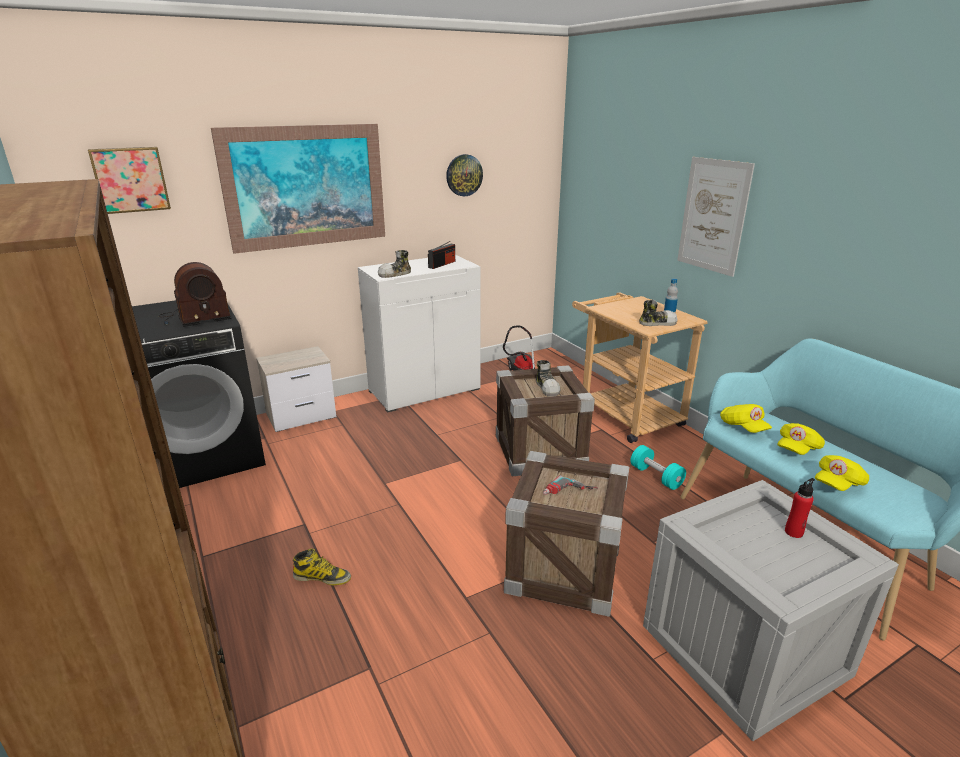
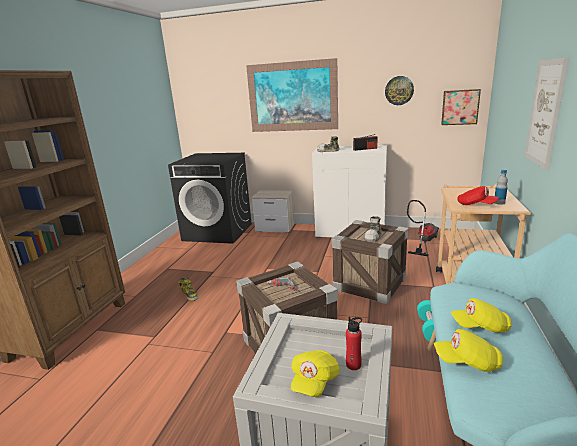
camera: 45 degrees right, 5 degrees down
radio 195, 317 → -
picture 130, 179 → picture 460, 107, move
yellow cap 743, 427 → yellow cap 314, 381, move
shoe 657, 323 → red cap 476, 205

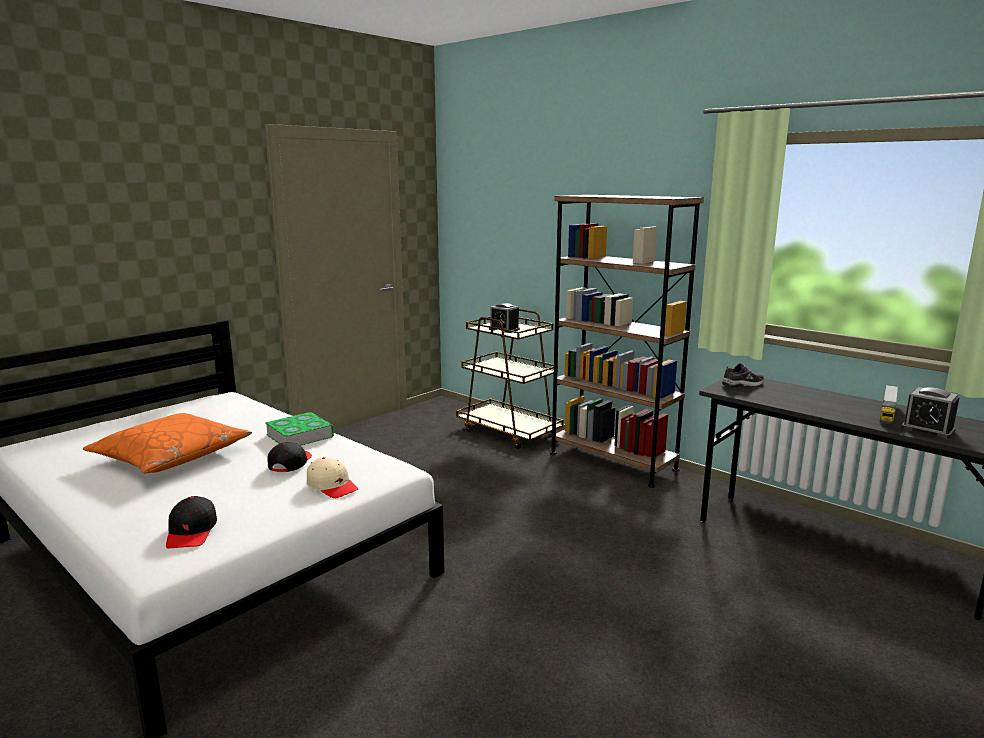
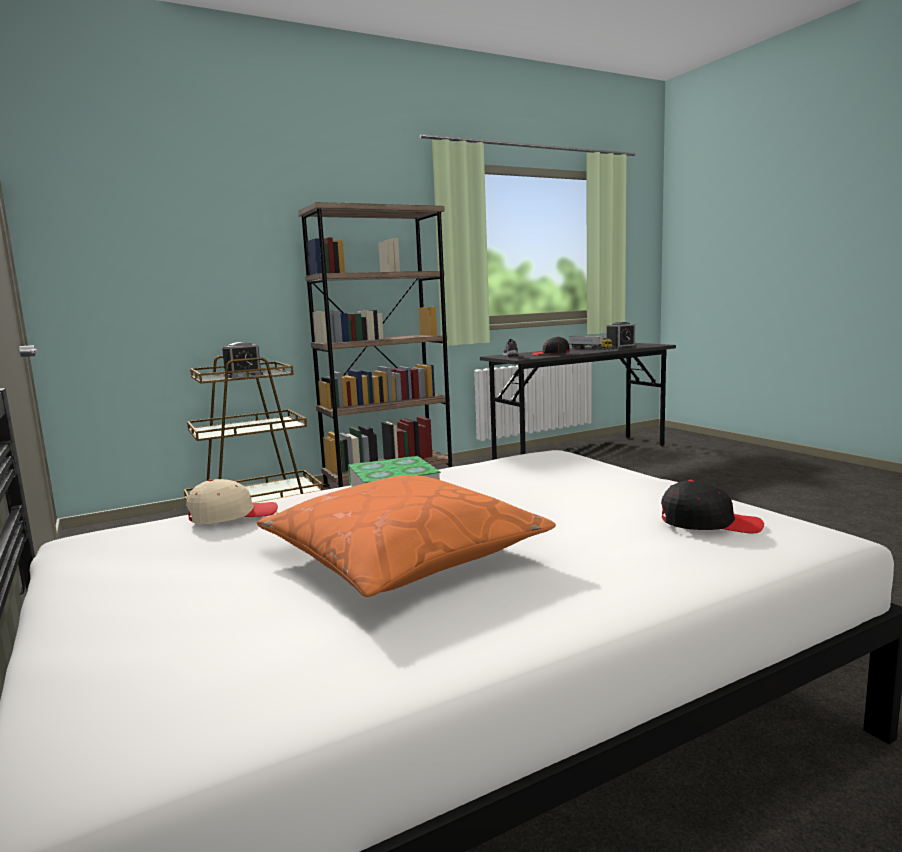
camera: 70 degrees left, 5 degrees down
black cap 290, 463 → black cap 551, 354, move
beige cap 332, 486 → beige cap 232, 515, move

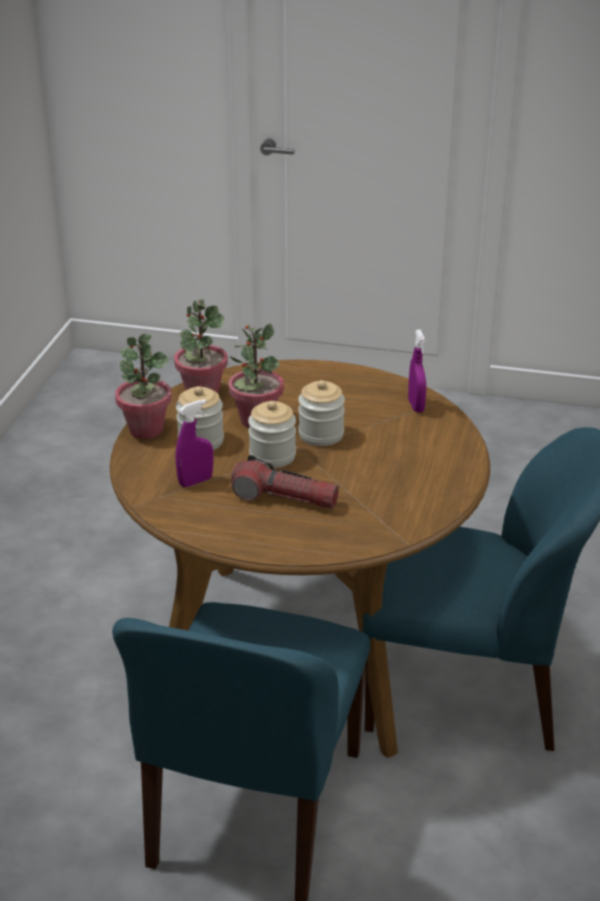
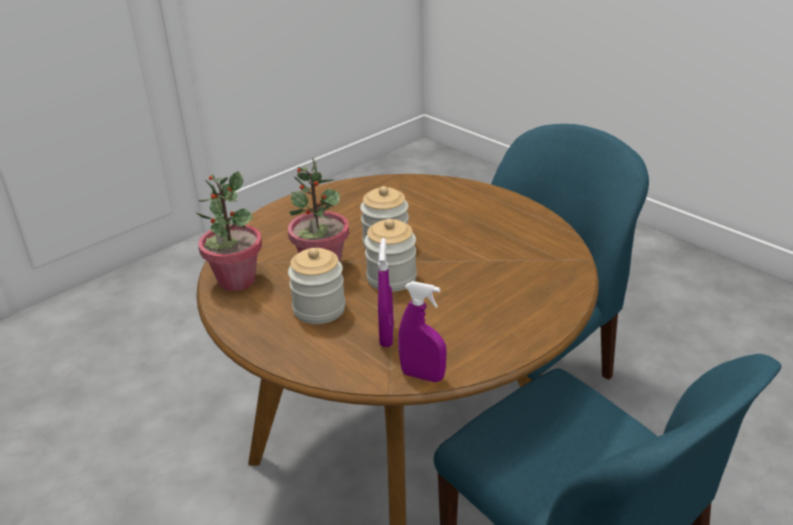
camera: 55 degrees left, 0 degrees up
potted plant 146, 430 → -
flashlight 284, 498 → -
purple spray bottle 416, 406 → purple spray bottle 422, 376, move

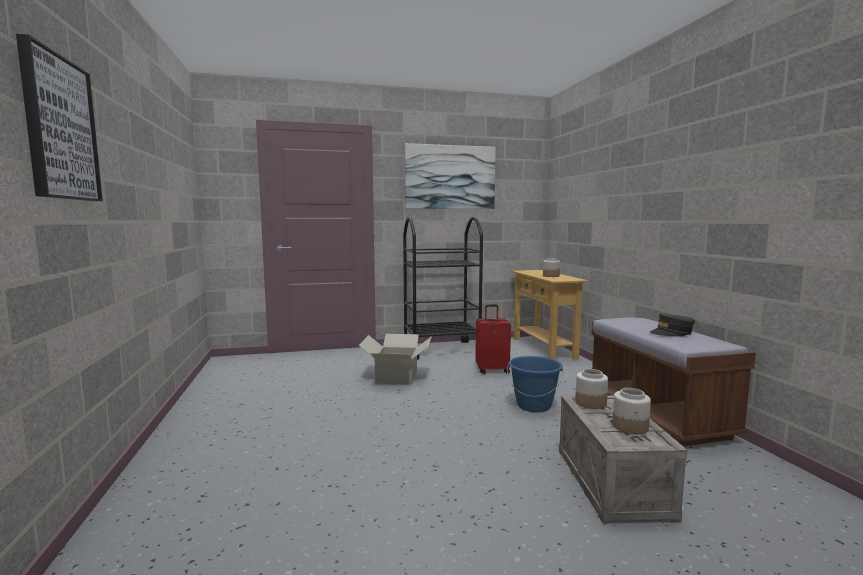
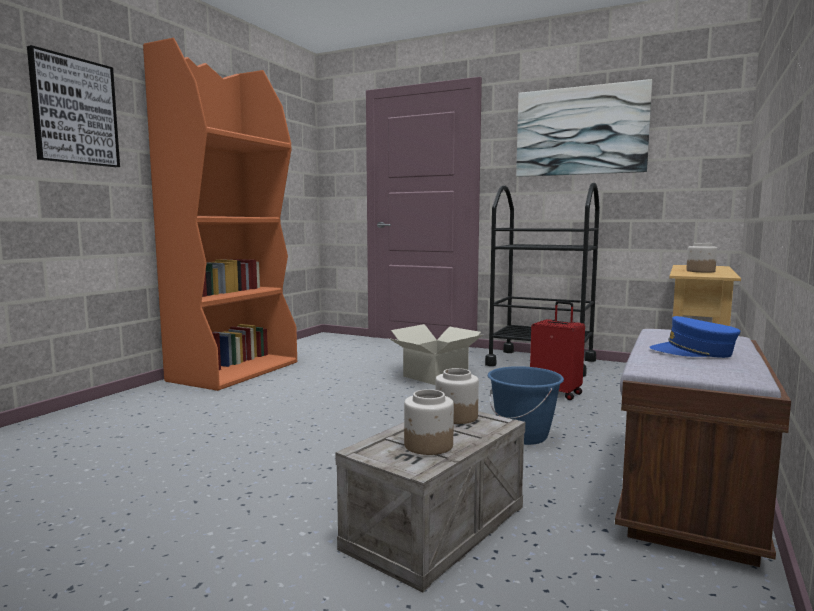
camera: 40 degrees right, 0 degrees up
- → orange bookcase 235, 371
grey cap 671, 333 → blue cap 694, 352

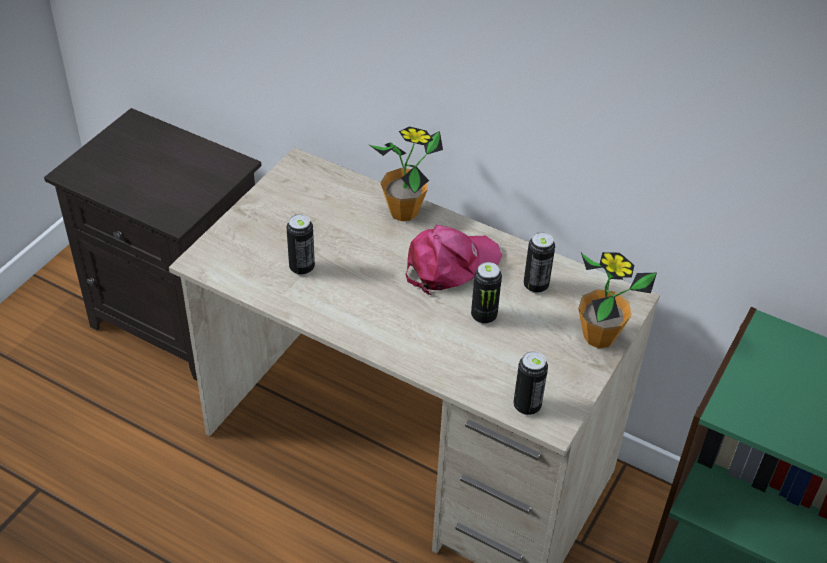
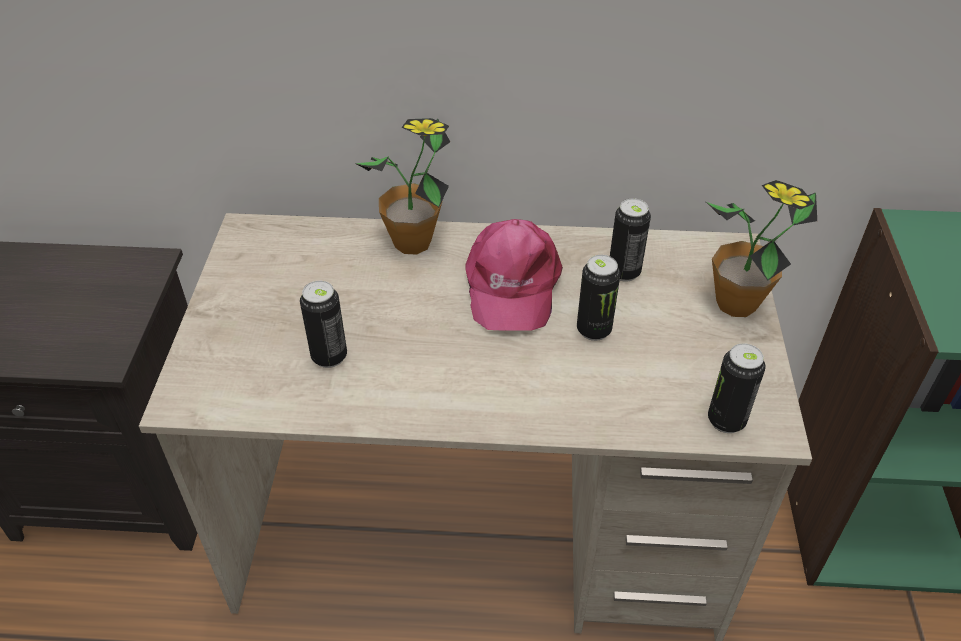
camera: 25 degrees left, 0 degrees up
pink cap 450, 265 → pink cap 511, 285, 150 degrees clockwise

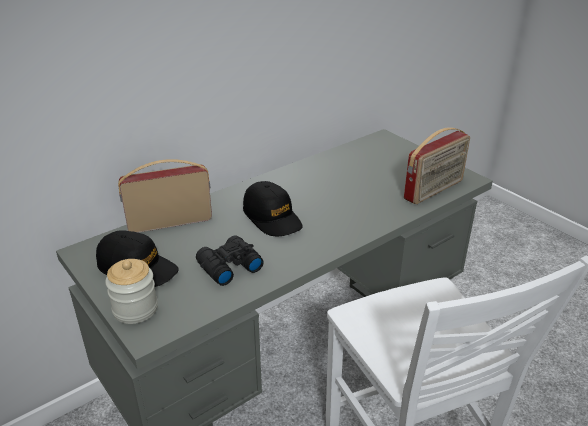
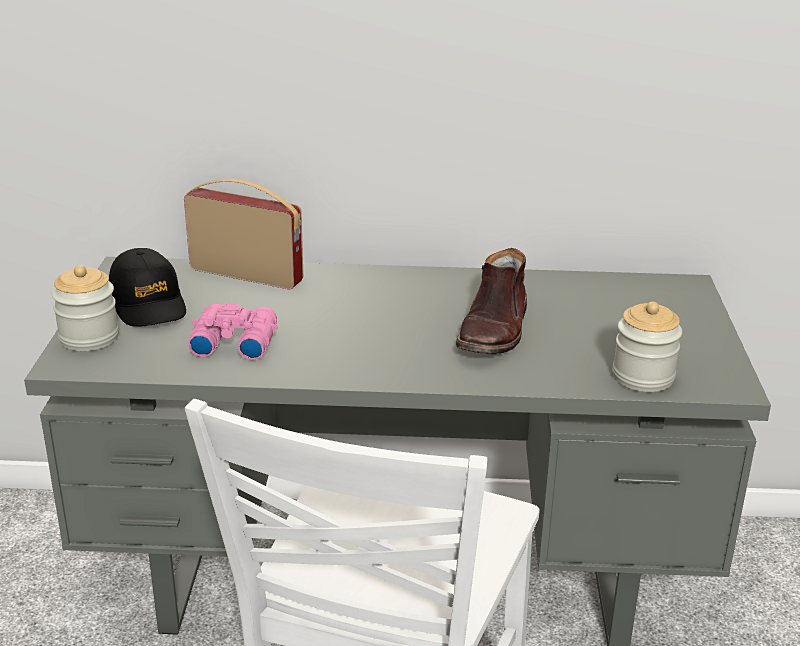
camera: 40 degrees right, 5 degrees down
black cap 272, 217 → -
- → brown boot 495, 330
radio 434, 190 → jar 643, 377
black binoculars 228, 267 → pink binoculars 233, 342

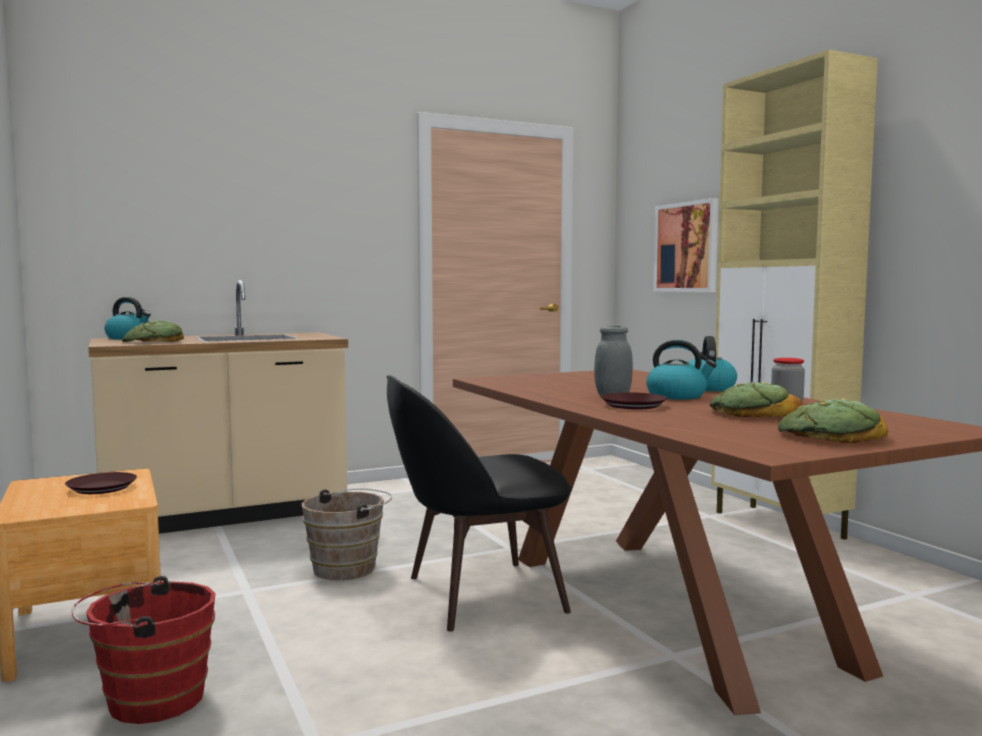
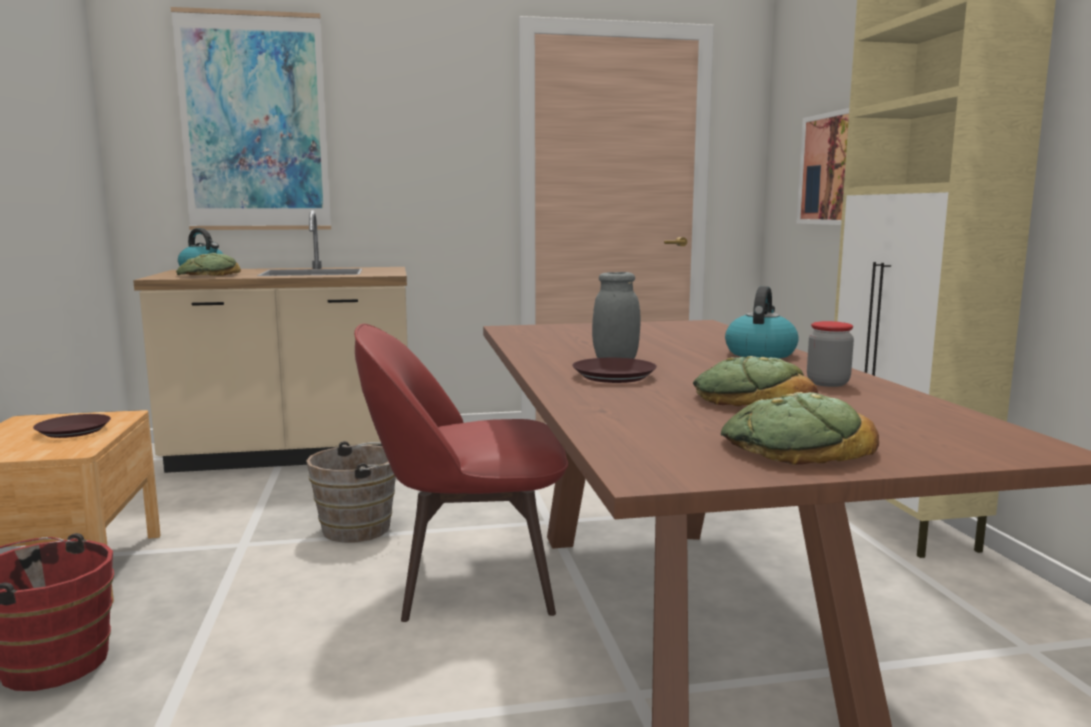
camera: 15 degrees right, 5 degrees up
kettle 677, 396 → -
- → picture 255, 123
black chair 478, 595 → red chair 469, 578

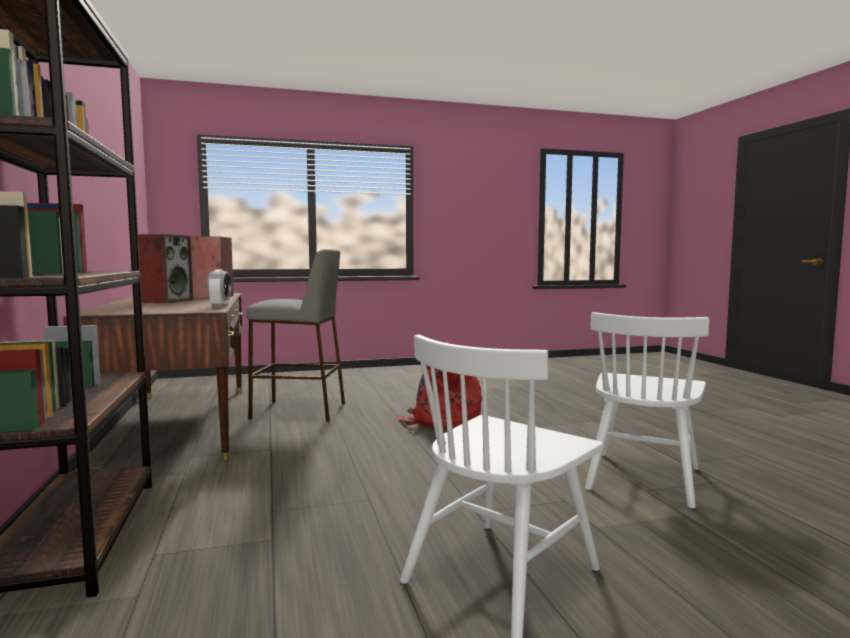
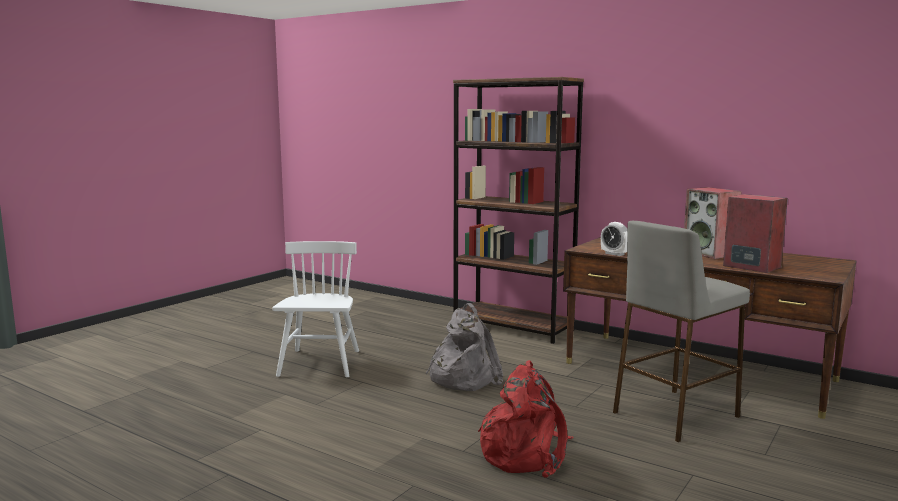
camera: 140 degrees right, 5 degrees up
white chair 643, 478 → -
- → grey backpack 463, 378

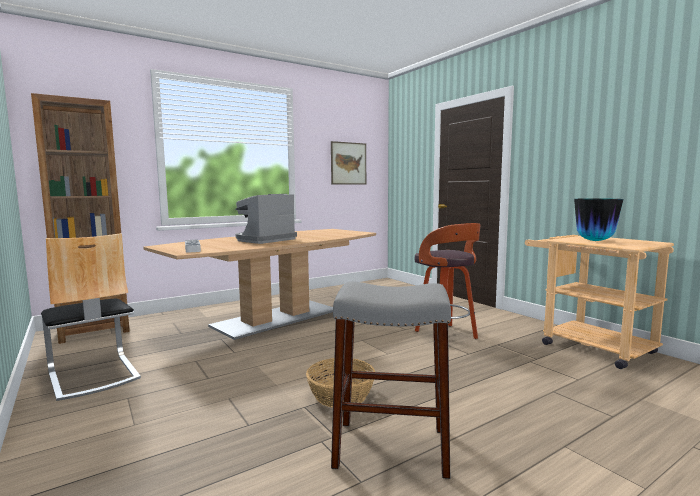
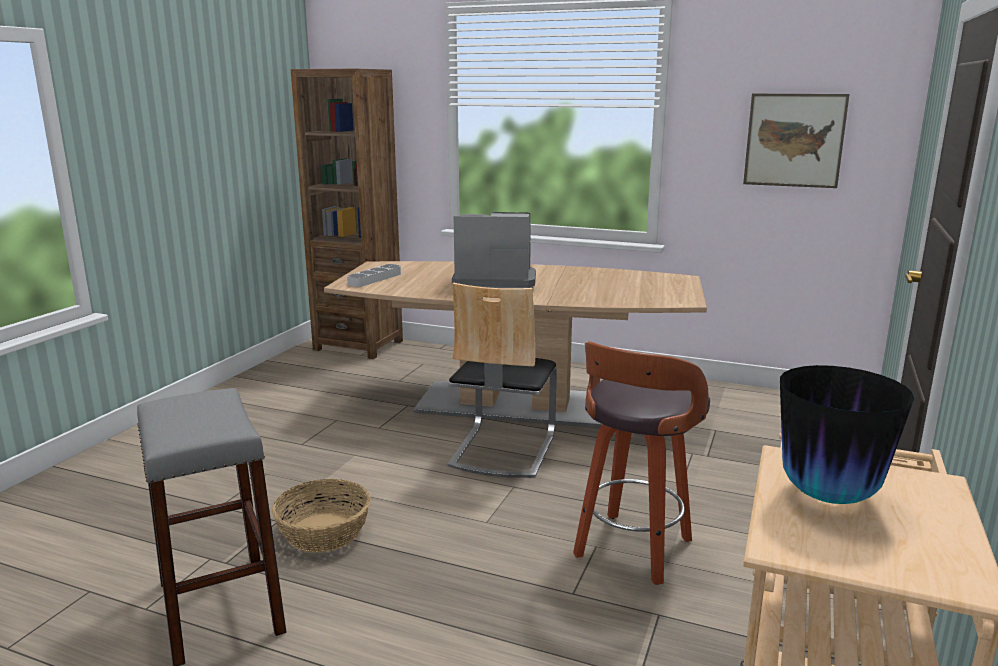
camera: 55 degrees right, 10 degrees up
chair 93, 375 → chair 502, 449, move

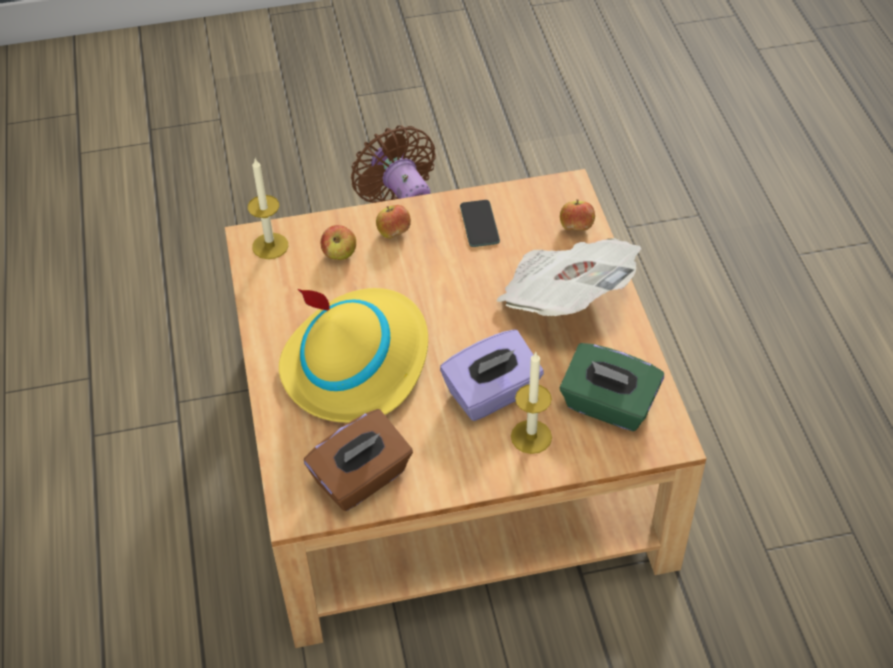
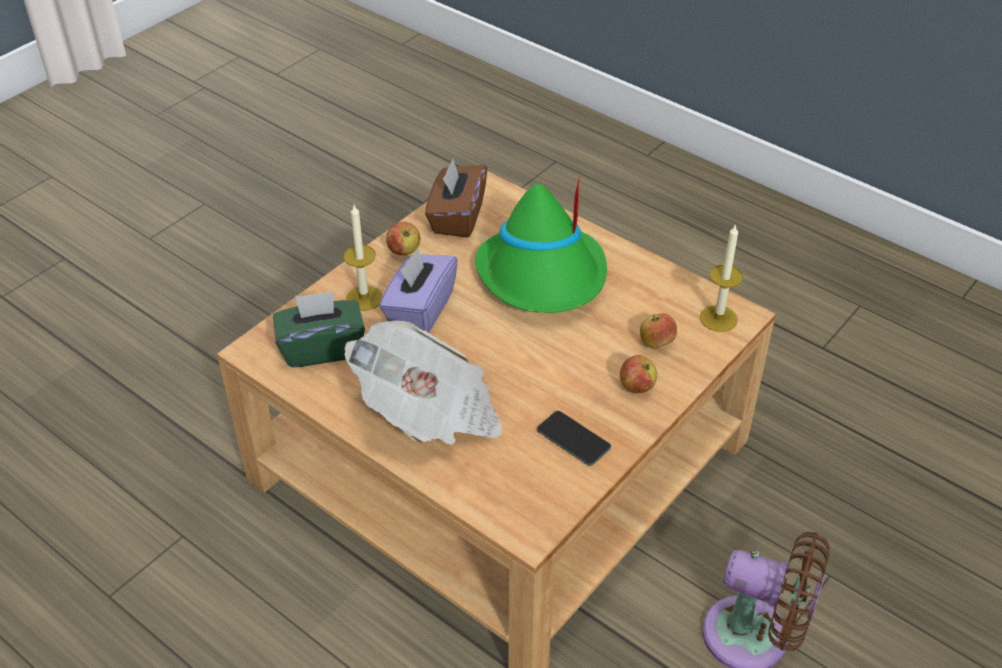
camera: 140 degrees right, 5 degrees down
apple 576, 227 → apple 404, 251, move
yellow hat 357, 363 → green hat 543, 277

